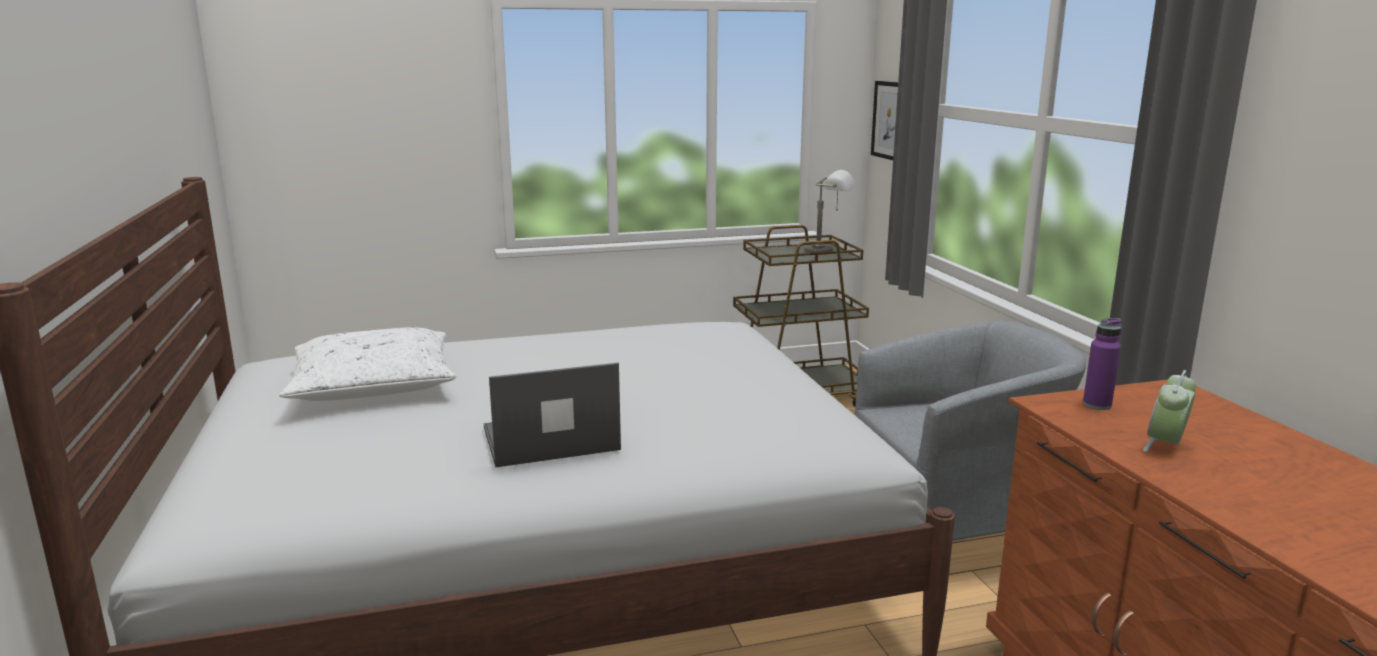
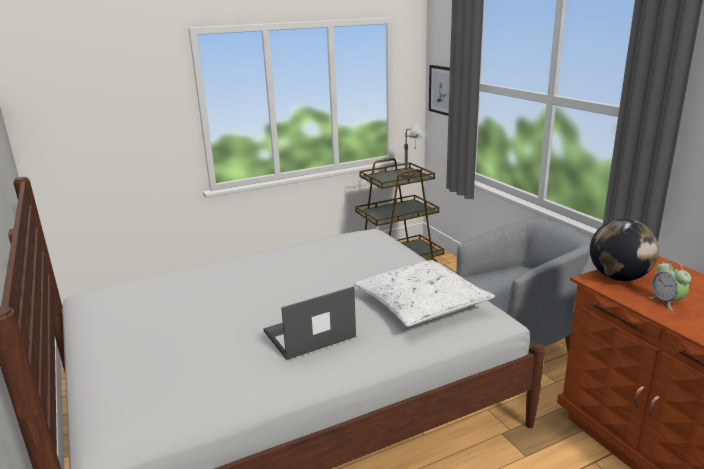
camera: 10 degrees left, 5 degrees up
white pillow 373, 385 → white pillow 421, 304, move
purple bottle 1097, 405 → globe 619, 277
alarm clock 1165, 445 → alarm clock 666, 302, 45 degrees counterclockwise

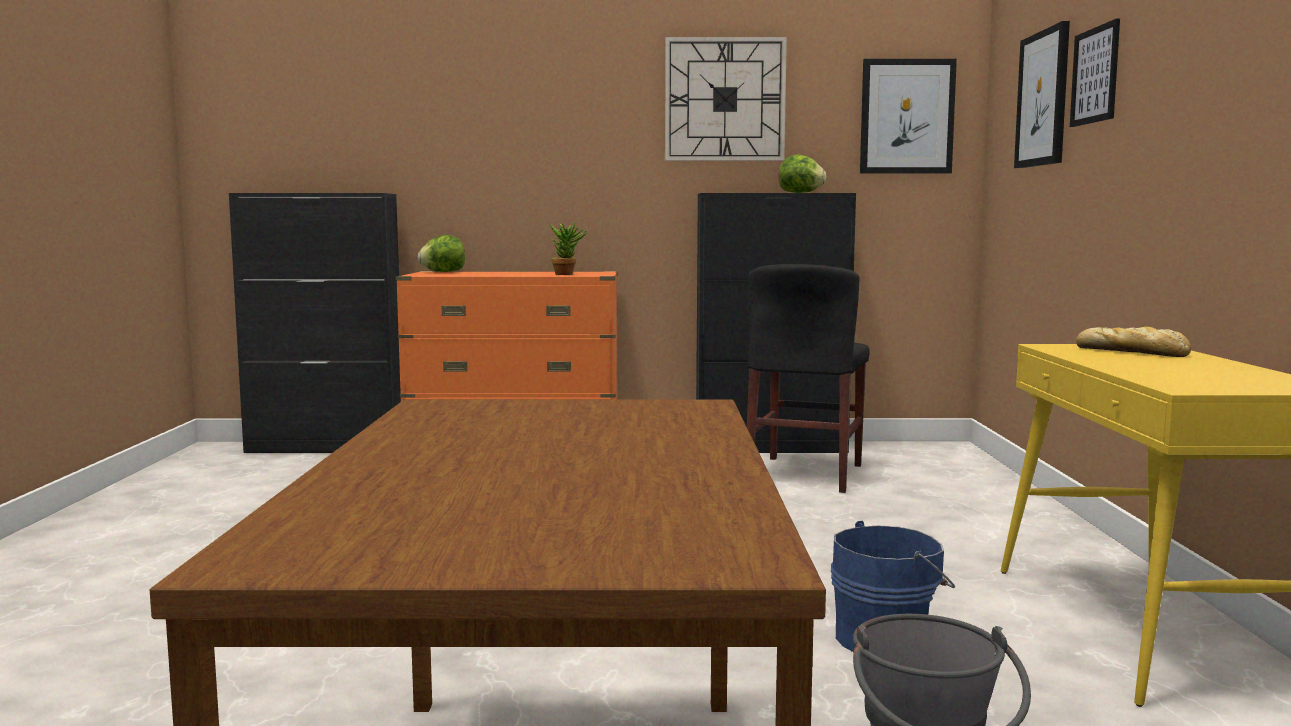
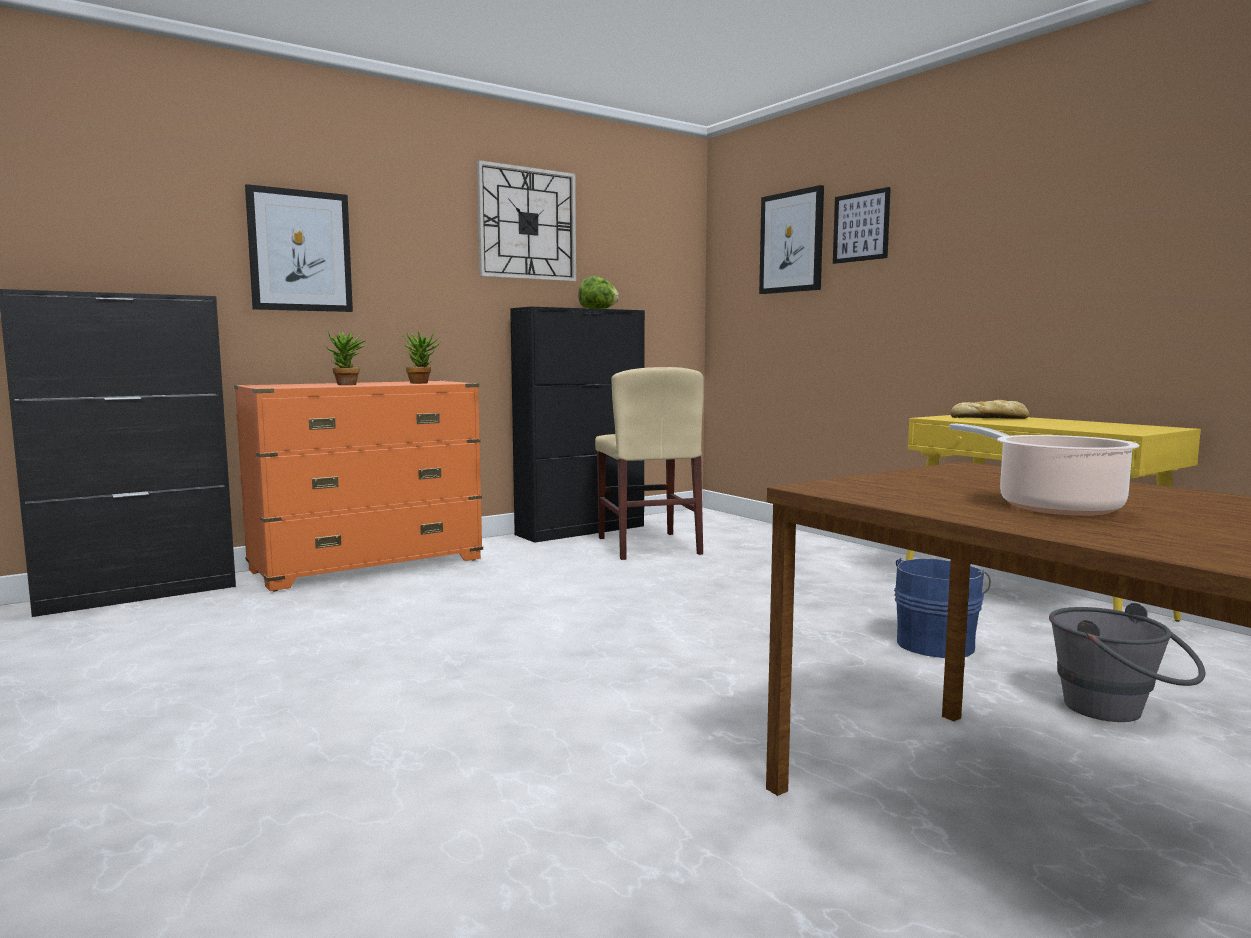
camera: 35 degrees left, 0 degrees up
lettuce 443, 272 → -
- → potted plant 347, 385
- → cooking pot 1052, 506
picture 907, 117 → picture 300, 251, move
black chair 805, 474 → beige chair 648, 545

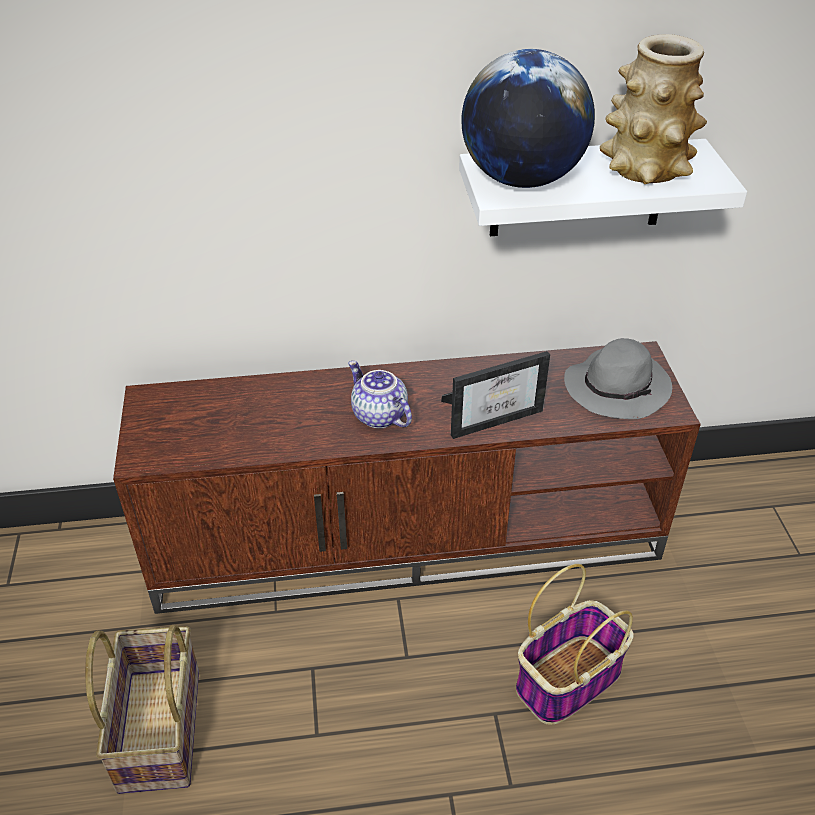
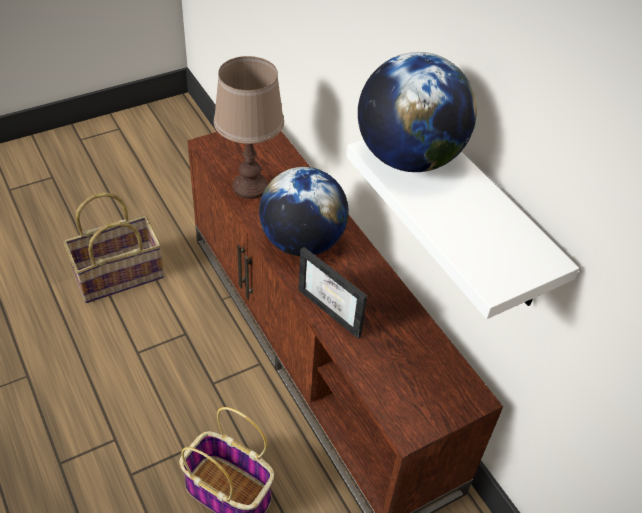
camera: 65 degrees right, 5 degrees up
grey hat 617, 387 → -
vase 645, 168 → -
- → brown table lamp 250, 187
teapot 378, 416 → globe 302, 242

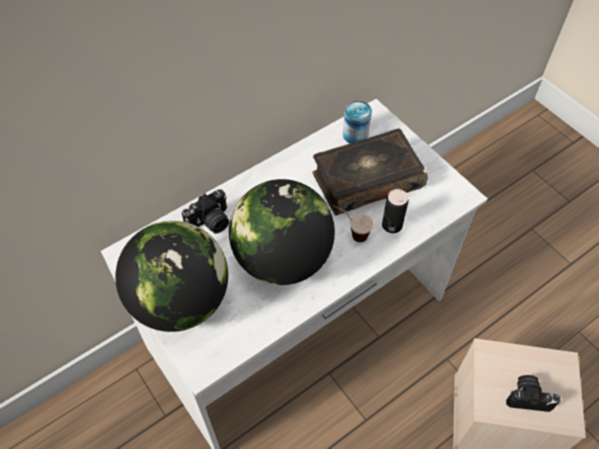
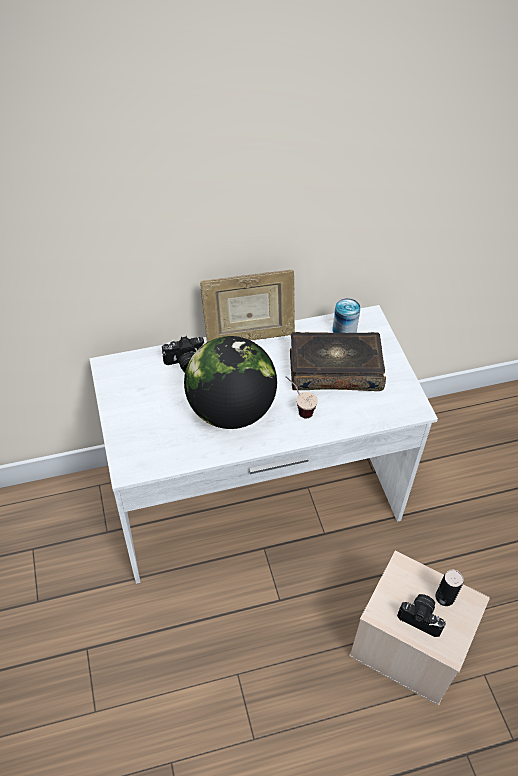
camera: 20 degrees right, 5 degrees down
globe 181, 301 → -
- → picture frame 249, 337
can 392, 225 → can 444, 597, move

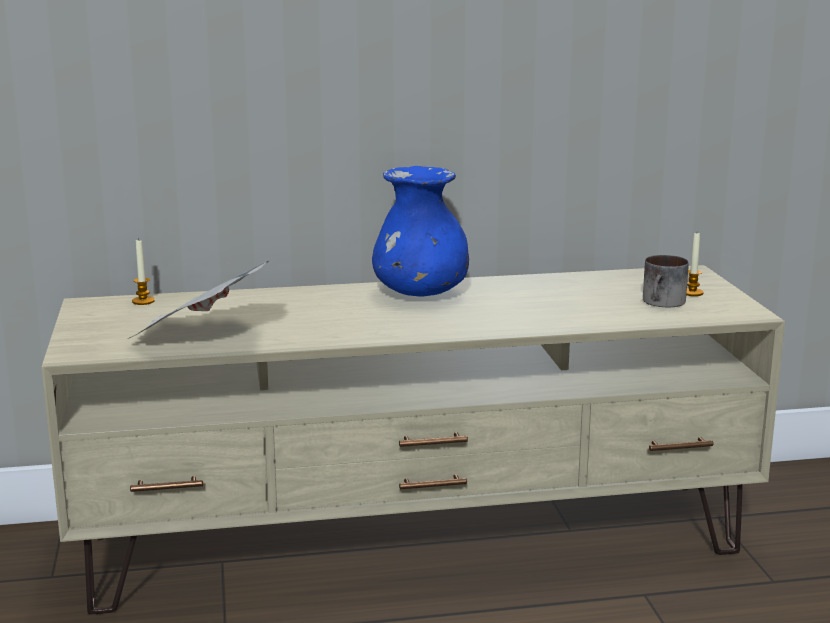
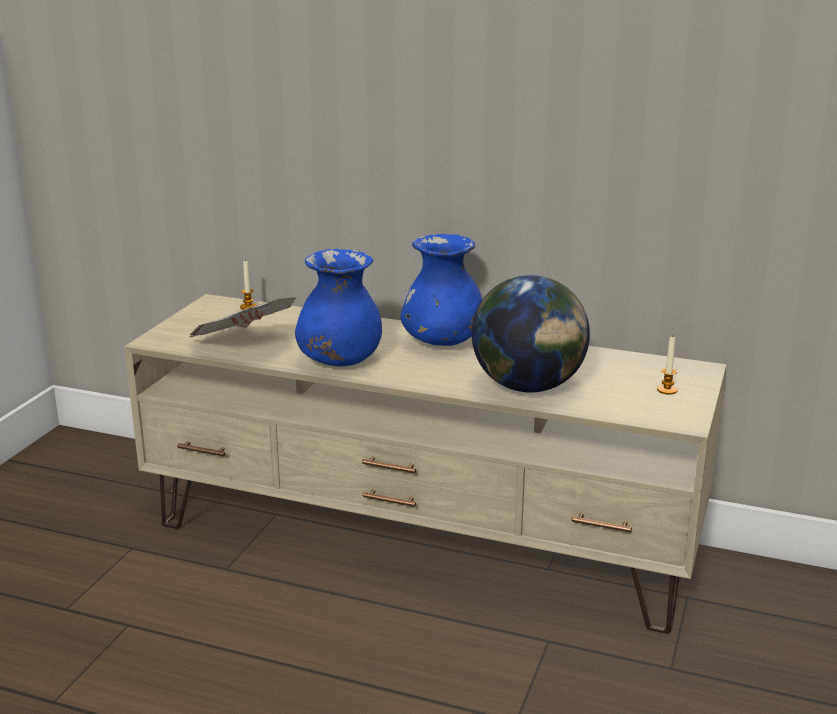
camera: 30 degrees right, 5 degrees up
mug 664, 303 → -
- → blue vase 339, 361
- → globe 528, 387

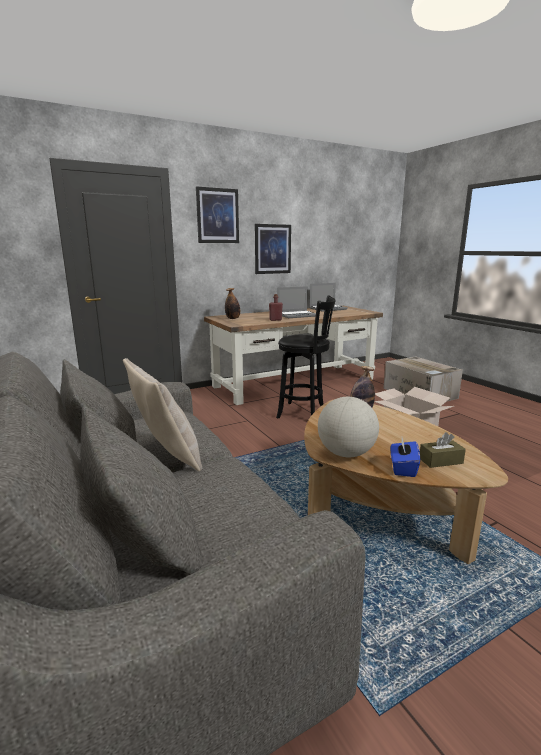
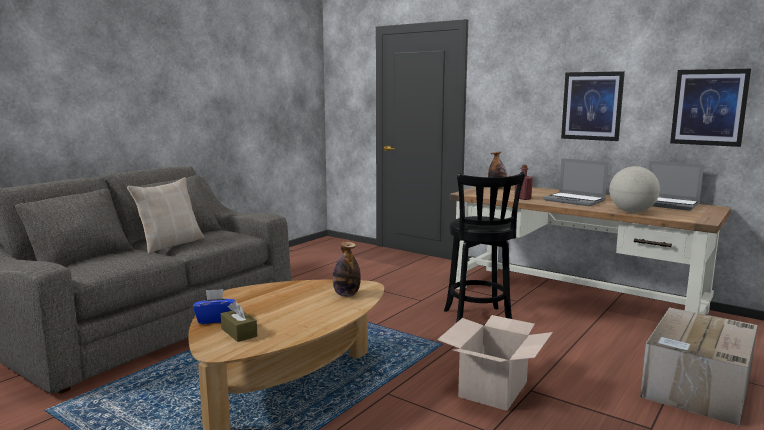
camera: 65 degrees right, 5 degrees down
picture 217, 216 → picture 709, 107, move
globe 346, 453 → globe 632, 212, move

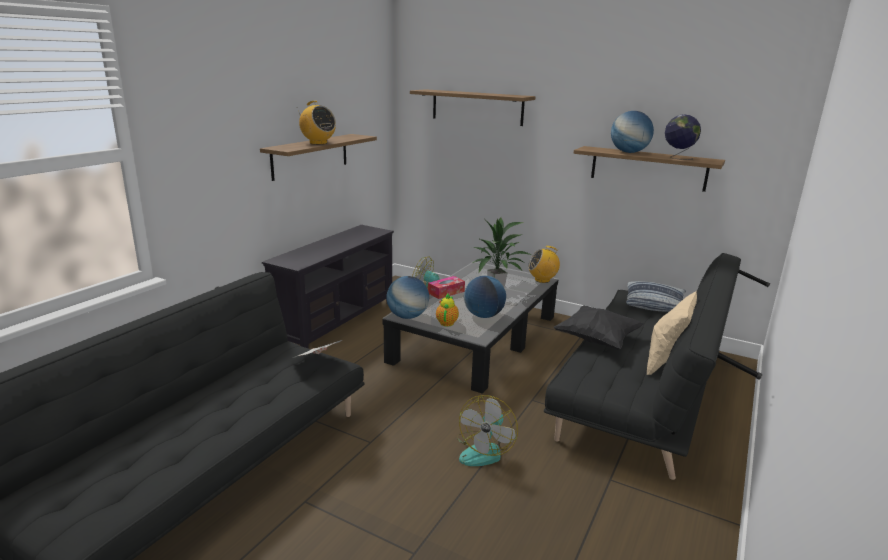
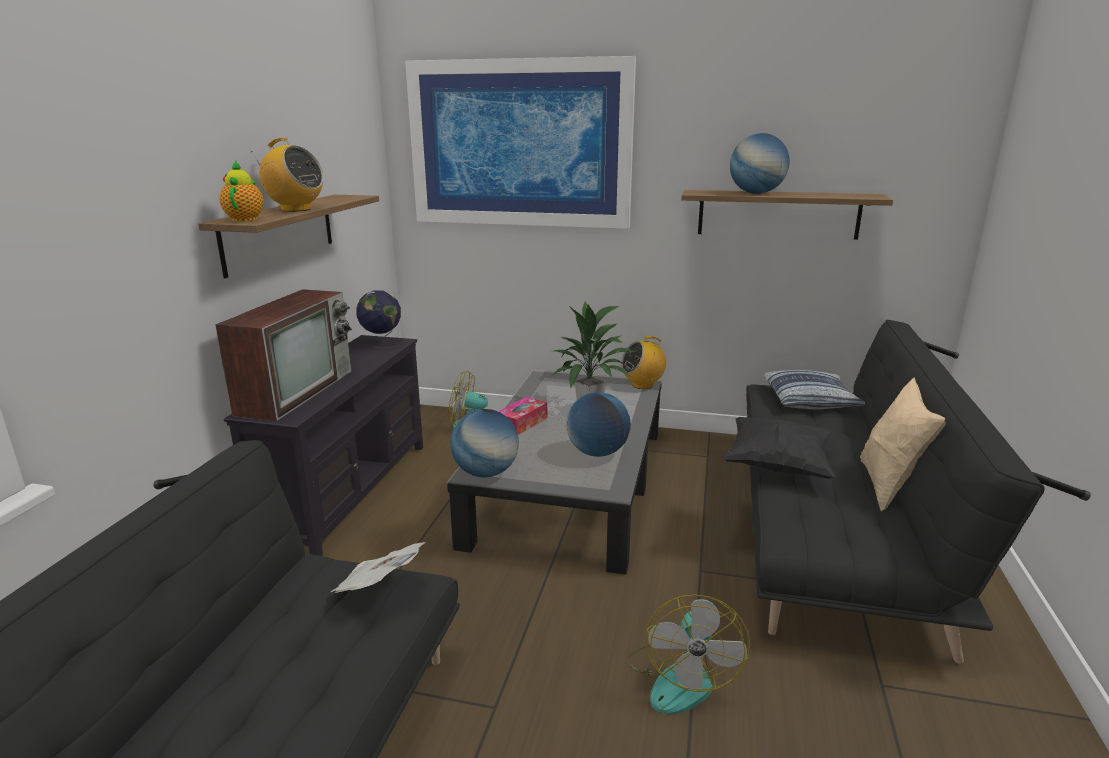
camera: 15 degrees left, 0 degrees up
- → television 297, 390
teapot 447, 322 → teapot 246, 219, move
globe 678, 158 → globe 381, 344, move
shelf 477, 107 → picture 519, 144

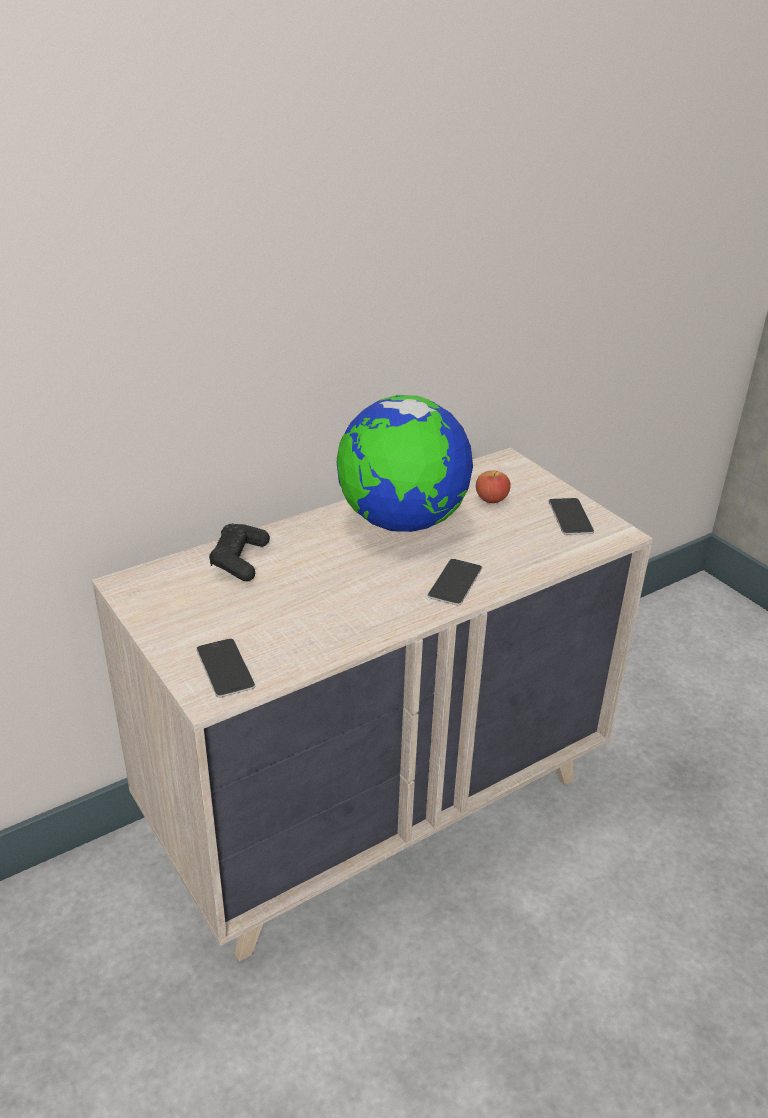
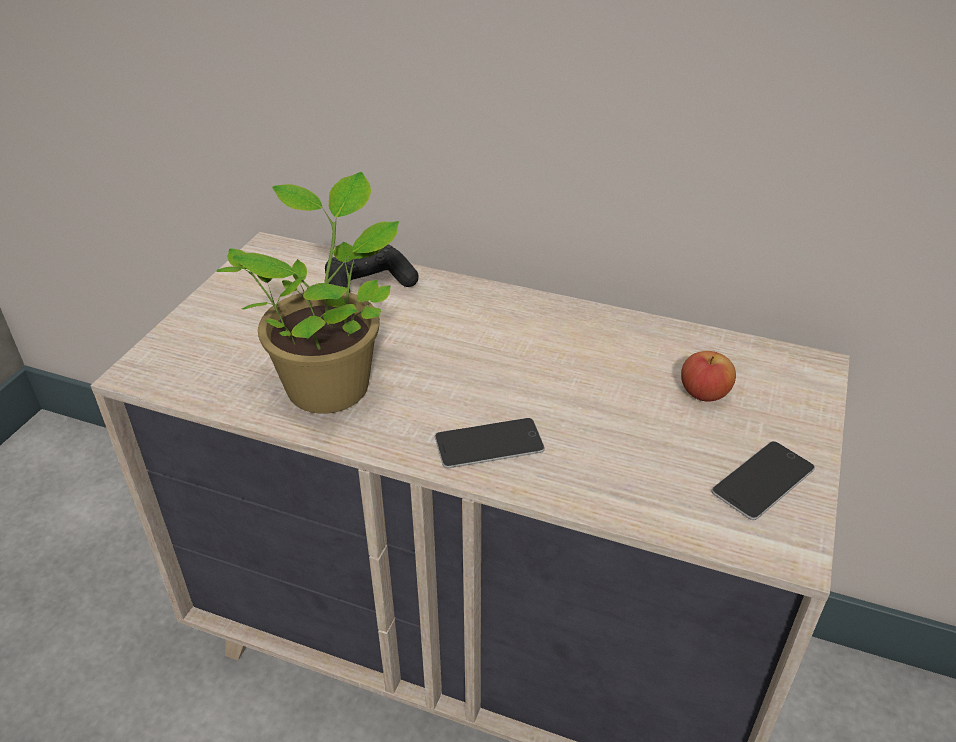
camera: 55 degrees right, 5 degrees up
phone 225, 668 → -
globe 401, 522 → -
- → potted plant 331, 383

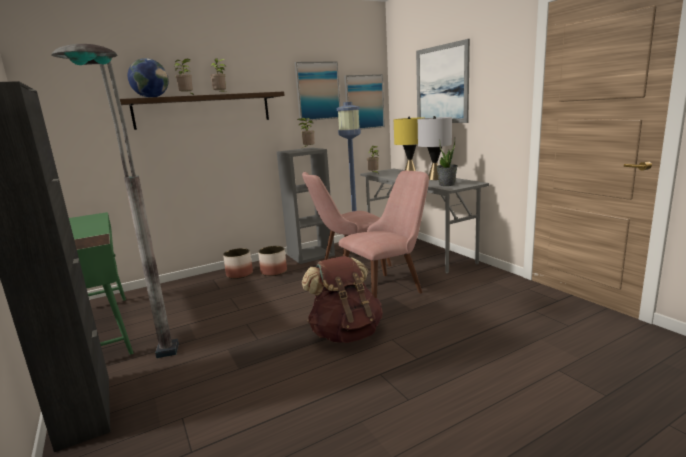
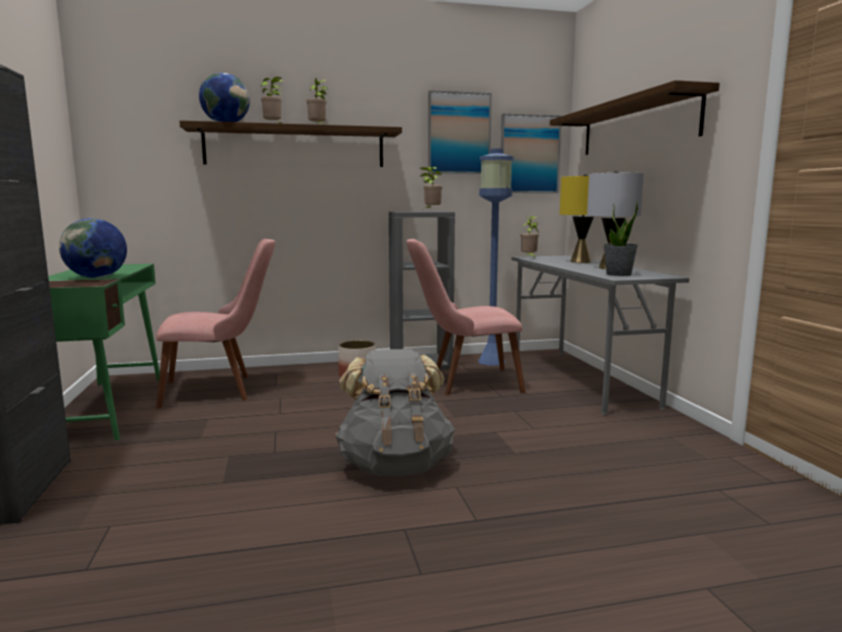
camera: 15 degrees right, 5 degrees down
grey floor lamp 160, 375 → -
planter 240, 274 → -
- → globe 97, 277
pink chair 388, 288 → pink chair 221, 389, move
picture 441, 85 → shelf 636, 126
brown backpack 345, 333 → grey backpack 395, 466

